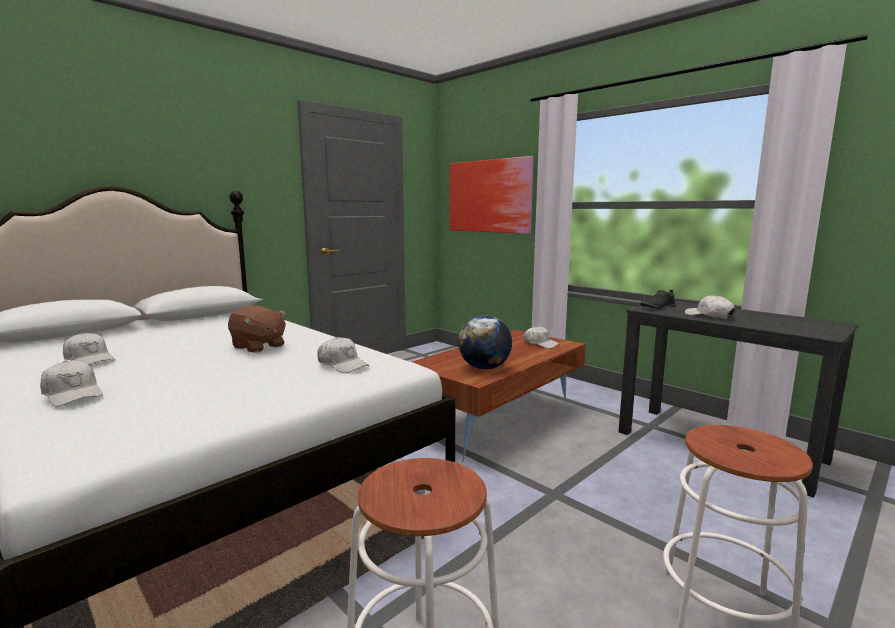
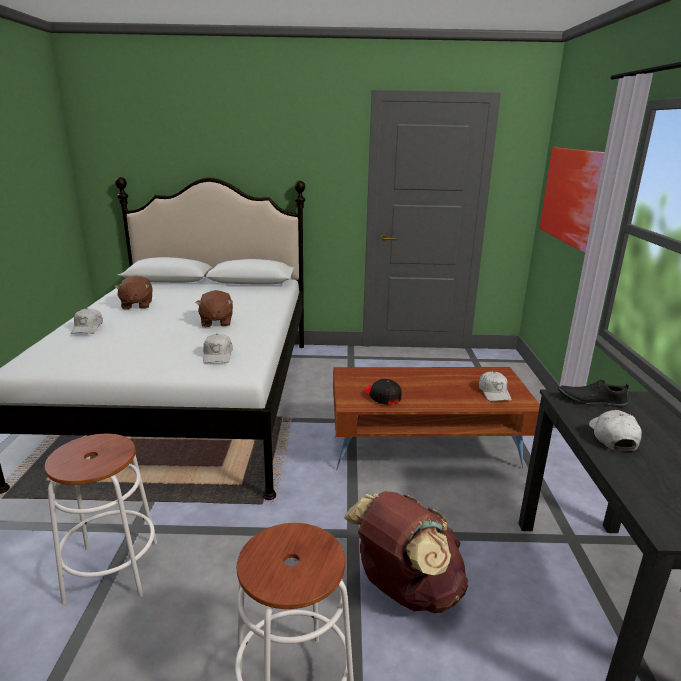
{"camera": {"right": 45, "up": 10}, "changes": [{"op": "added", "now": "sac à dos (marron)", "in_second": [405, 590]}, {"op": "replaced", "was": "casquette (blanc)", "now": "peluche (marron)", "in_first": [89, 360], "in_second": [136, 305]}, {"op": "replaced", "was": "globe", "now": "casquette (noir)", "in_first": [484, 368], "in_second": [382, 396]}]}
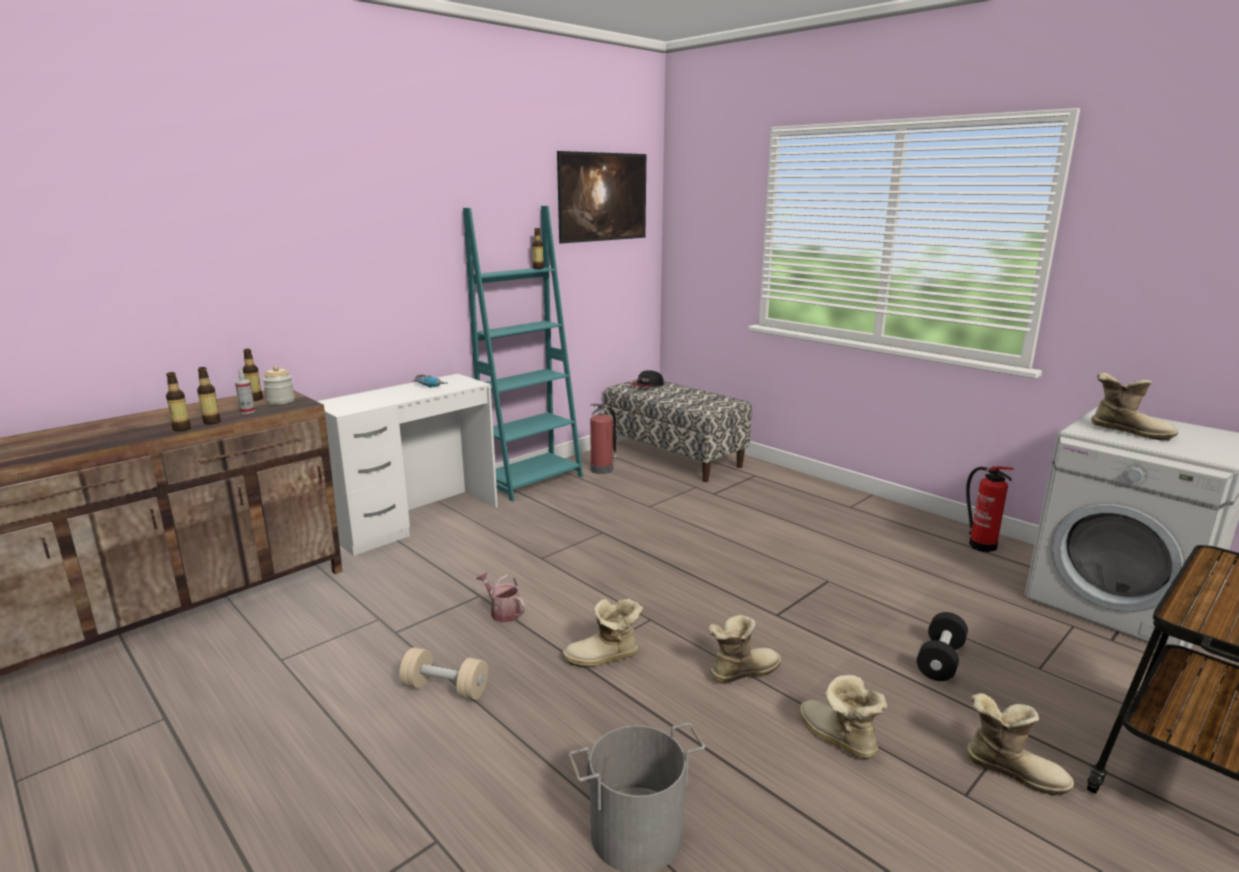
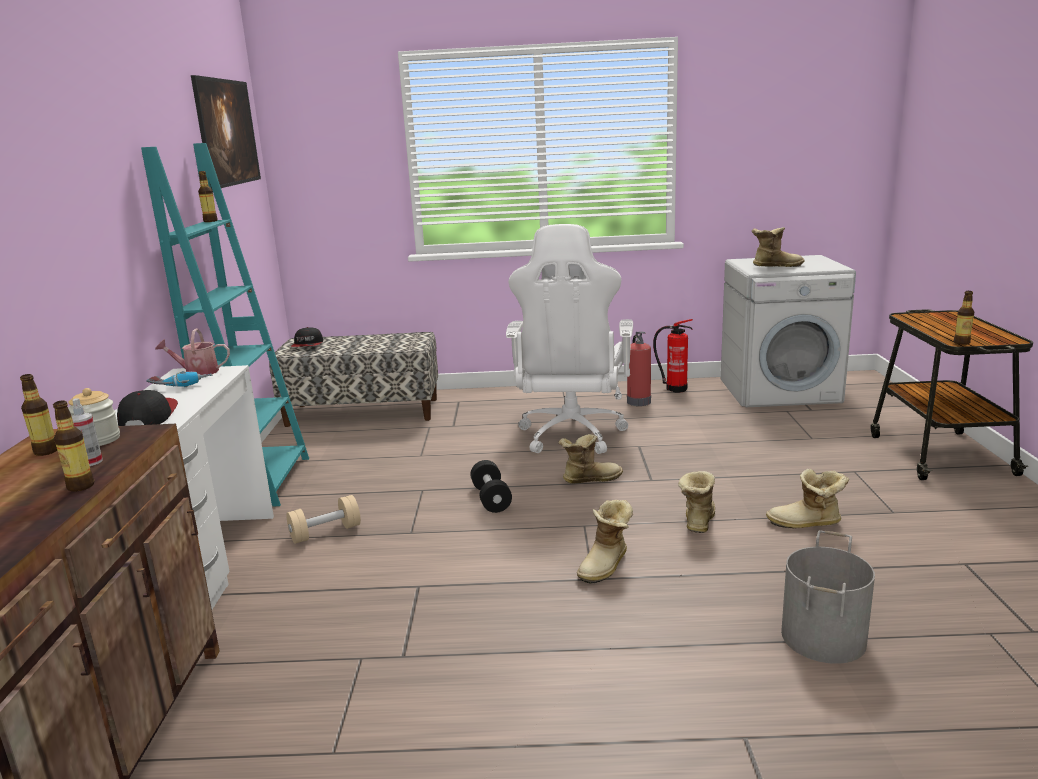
{"camera": {"right": -45, "up": 0}, "changes": [{"op": "added", "now": "casquette", "in_second": [148, 417]}, {"op": "added", "now": "chaise de bureau (blanc)", "in_second": [571, 432]}, {"op": "moved", "was": "bouteille", "in_first": [182, 429], "in_second": [961, 343]}, {"op": "moved", "was": "haltère (beige)", "in_first": [445, 688], "in_second": [325, 532]}, {"op": "moved", "was": "arrosoir", "in_first": [502, 612], "in_second": [197, 372]}, {"op": "moved", "was": "extincteur", "in_first": [602, 469], "in_second": [638, 401]}, {"op": "moved", "was": "haltère (noir)", "in_first": [940, 660], "in_second": [491, 498]}, {"op": "moved", "was": "botte", "in_first": [1012, 770], "in_second": [589, 479]}]}
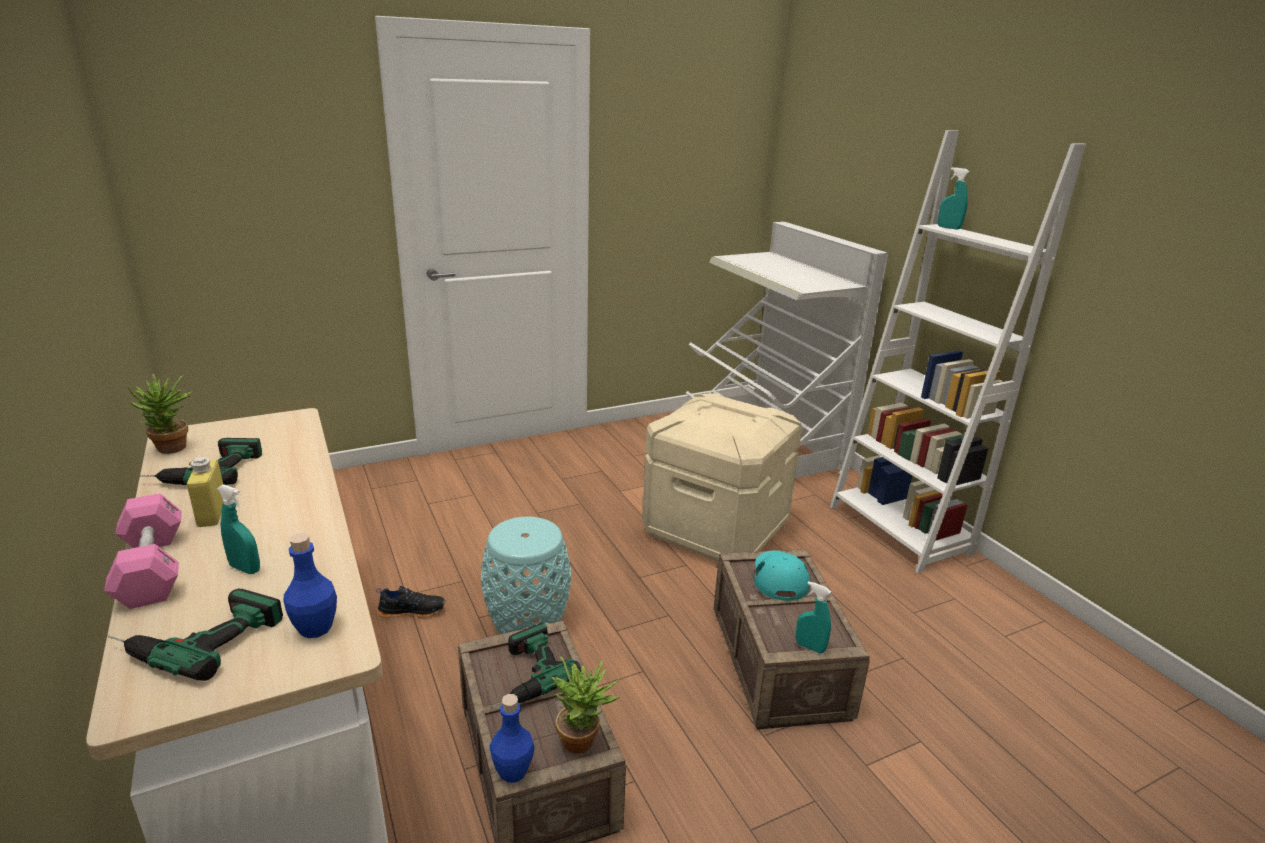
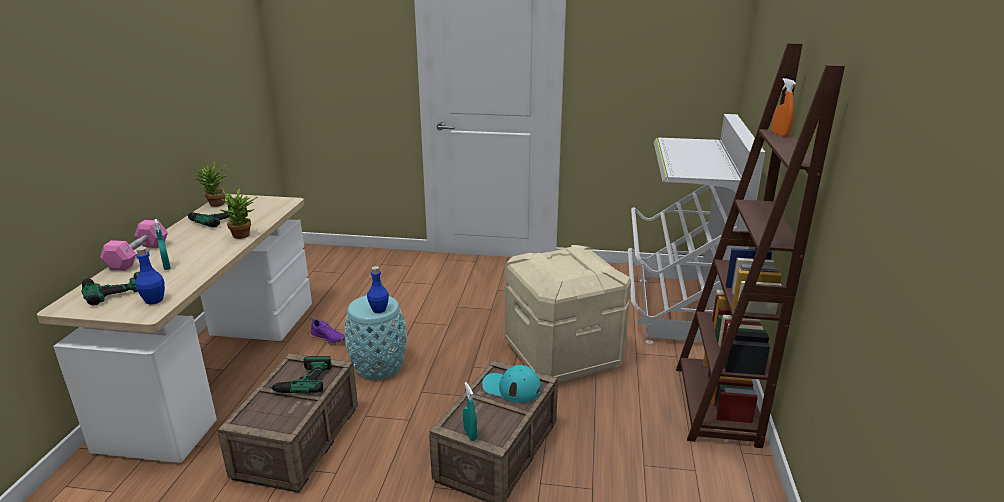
{"camera": {"right": 35, "up": 0}, "changes": [{"op": "removed", "was": "bouteille (jaune)", "in_first": [212, 514]}, {"op": "moved", "was": "bouteille (bleu)", "in_first": [513, 771], "in_second": [379, 310]}, {"op": "moved", "was": "plante en pot", "in_first": [584, 740], "in_second": [244, 236]}, {"op": "recoloured", "was": "chaussure (noir)", "now": "chaussure (violet)", "in_first": [412, 610], "in_second": [328, 338]}, {"op": "recoloured", "was": "bibliothèque (blanc)", "now": "bibliothèque (marron)", "in_first": [899, 529], "in_second": [716, 405]}, {"op": "recoloured", "was": "vaporisateur (turquoise)", "now": "vaporisateur (orange)", "in_first": [949, 228], "in_second": [779, 134]}, {"op": "turned", "was": "casquette (turquoise)", "in_first": [779, 577], "in_second": [511, 387], "clockwise": -105}]}
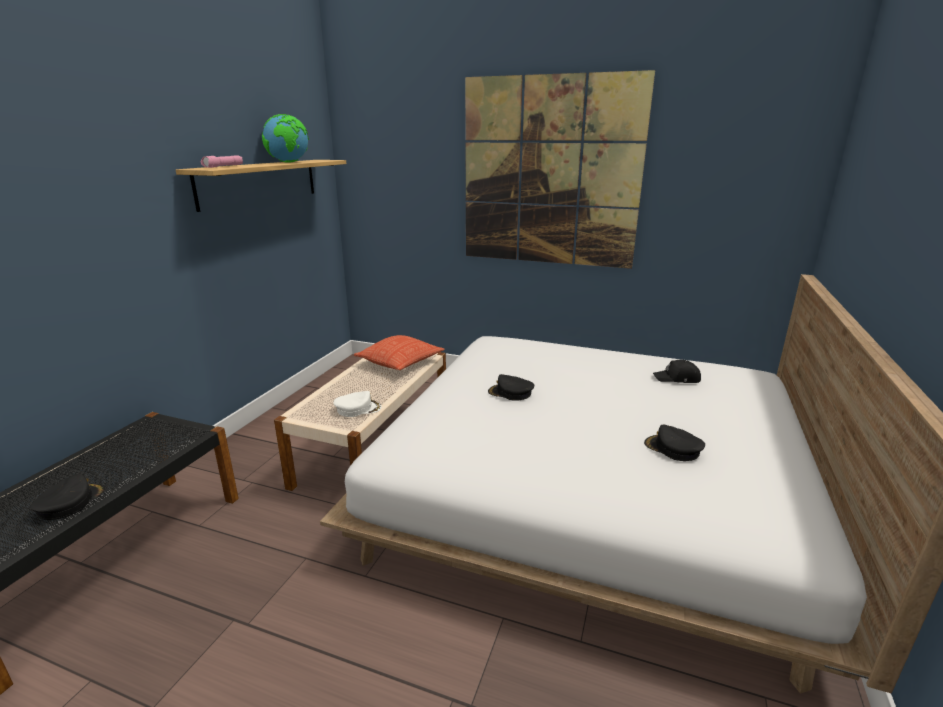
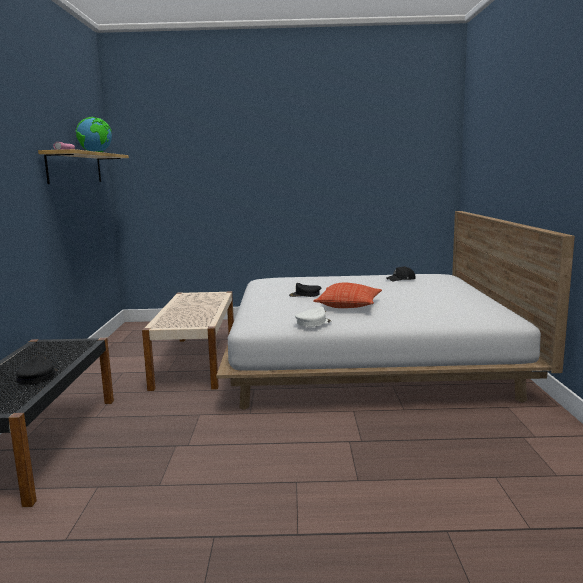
{"camera": {"right": -20, "up": -10}, "changes": [{"op": "removed", "was": "tableau", "in_first": [549, 173]}, {"op": "removed", "was": "casquette (noir)", "in_first": [672, 449]}, {"op": "moved", "was": "casquette (blanc)", "in_first": [358, 408], "in_second": [313, 322]}, {"op": "moved", "was": "coussin (orange)", "in_first": [400, 363], "in_second": [348, 306]}]}
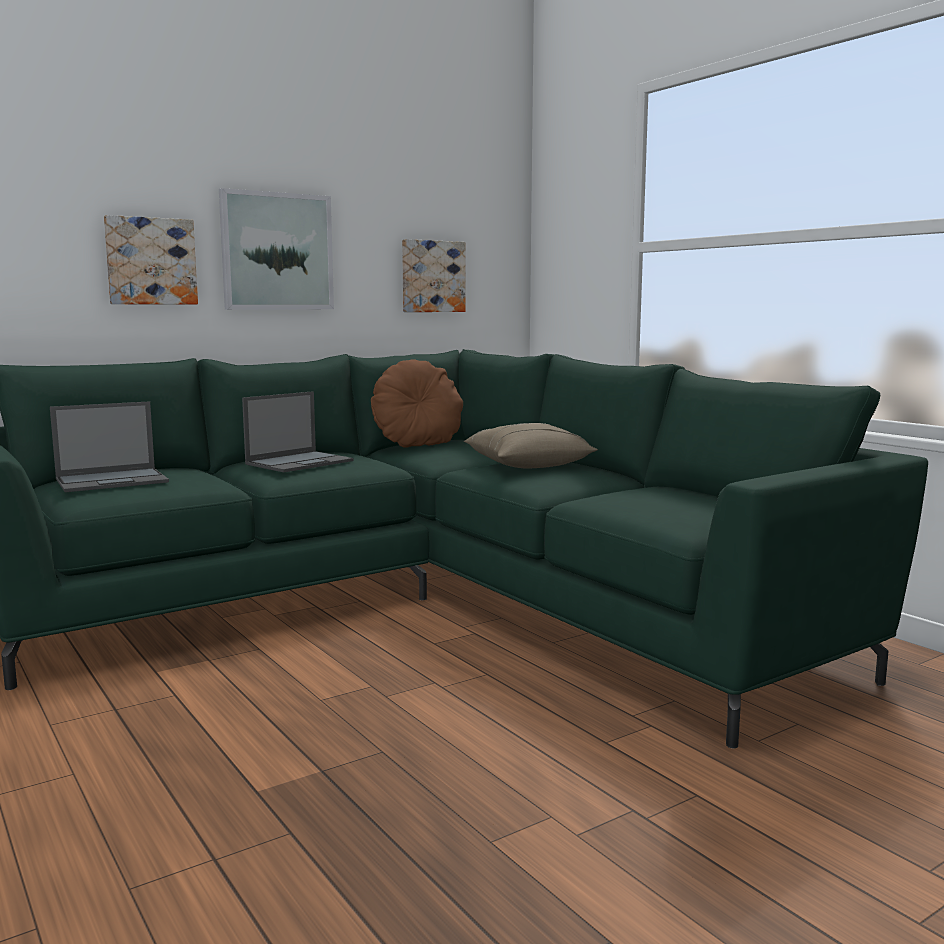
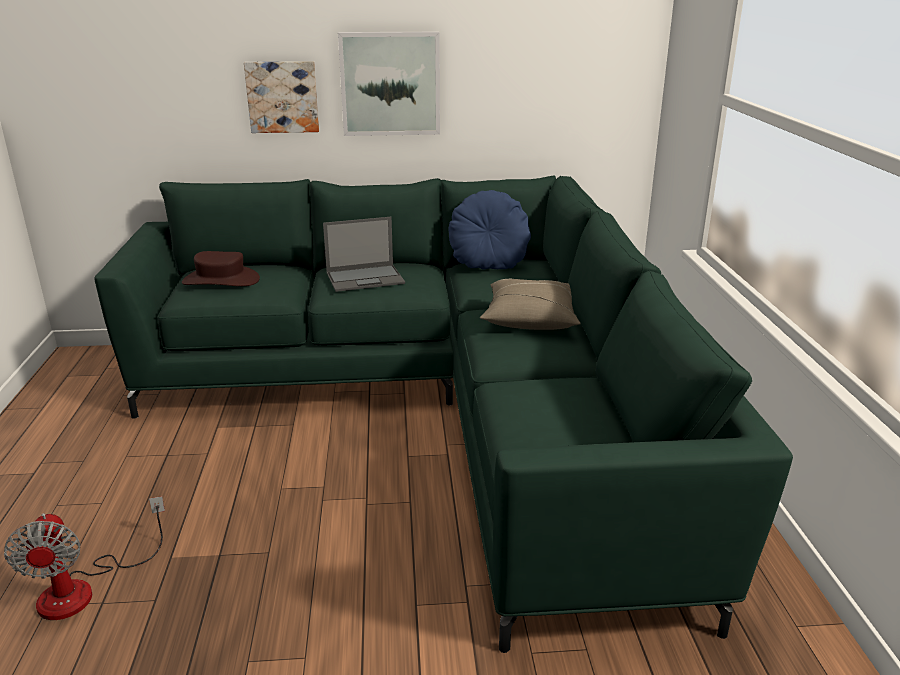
{"camera": {"right": 30, "up": 15}, "changes": [{"op": "removed", "was": "tableau", "in_first": [432, 276]}, {"op": "added", "now": "ventilateur", "in_second": [83, 589]}, {"op": "replaced", "was": "ordinateur portable", "now": "chapeau (marron)", "in_first": [113, 481], "in_second": [221, 280]}, {"op": "recoloured", "was": "coussin (marron)", "now": "coussin (bleu)", "in_first": [417, 445], "in_second": [488, 266]}]}
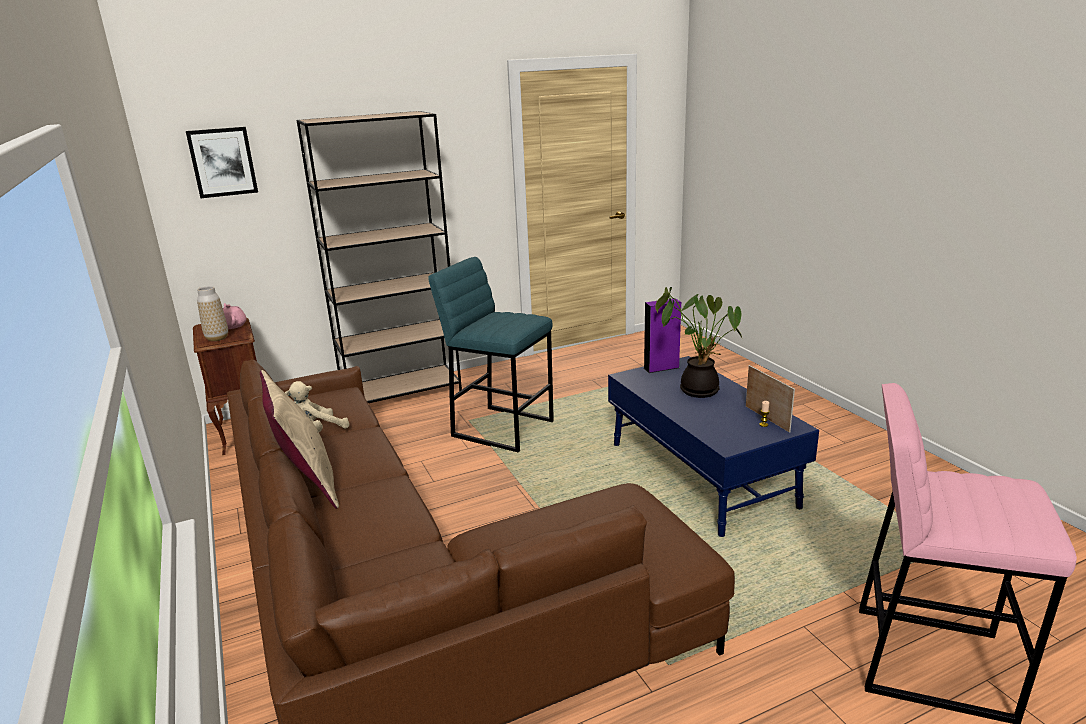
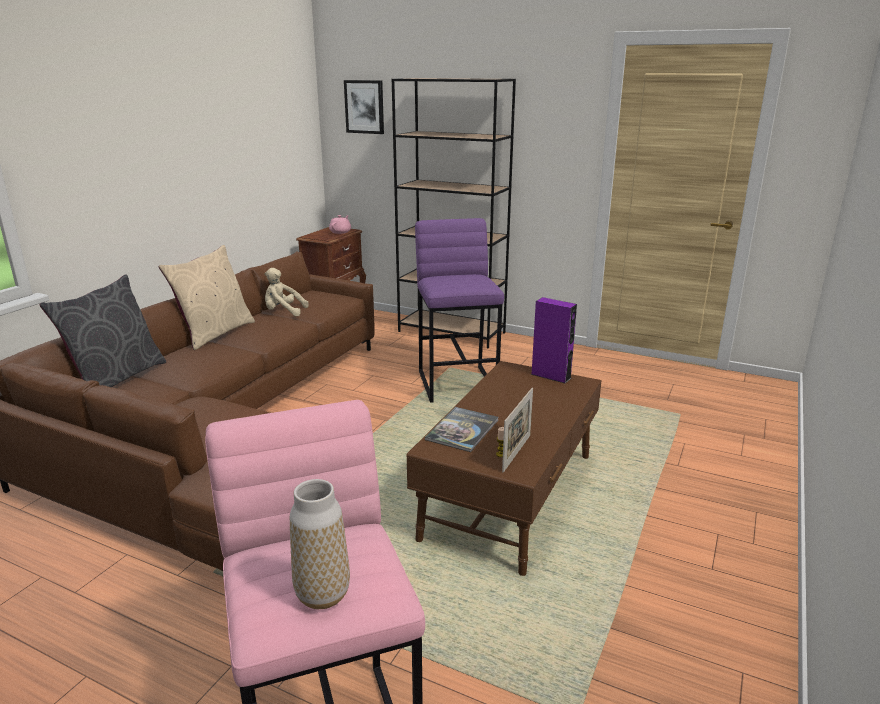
{"camera": {"right": 50, "up": 0}, "changes": [{"op": "removed", "was": "plante en pot", "in_first": [699, 389]}, {"op": "added", "now": "coussin (gris)", "in_second": [116, 378]}, {"op": "added", "now": "livre", "in_second": [462, 430]}, {"op": "moved", "was": "vase", "in_first": [217, 338], "in_second": [322, 595]}, {"op": "recoloured", "was": "tabouret (turquoise)", "now": "tabouret (violet)", "in_first": [500, 428], "in_second": [456, 383]}, {"op": "recoloured", "was": "table basse (bleu)", "now": "table basse (marron)", "in_first": [699, 474], "in_second": [510, 494]}]}
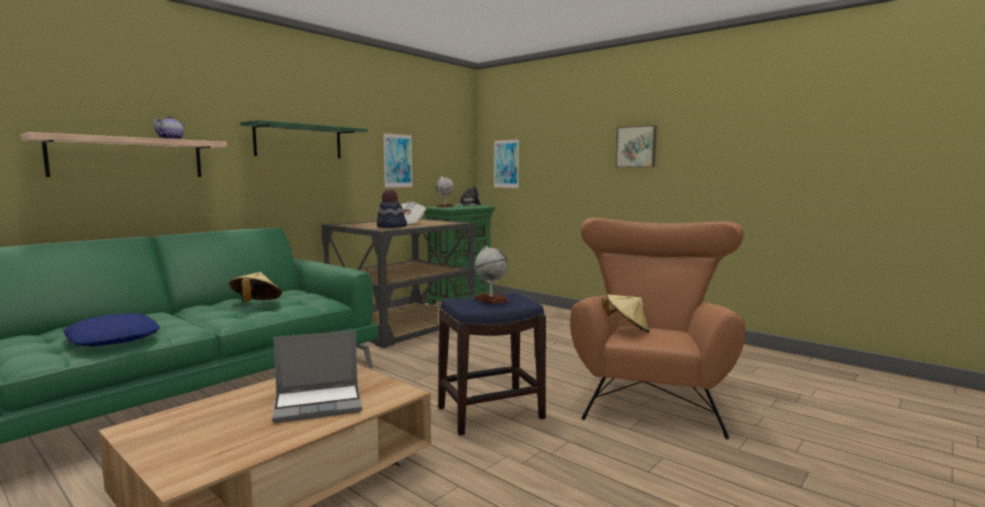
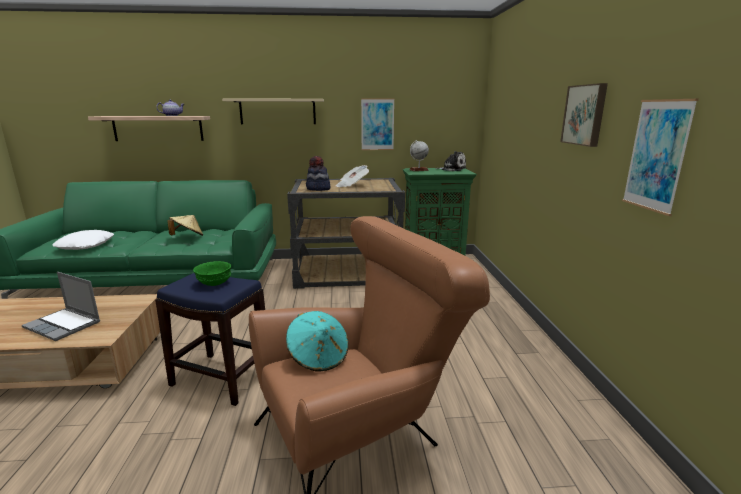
{"camera": {"right": 45, "up": 10}, "changes": [{"op": "moved", "was": "tableau", "in_first": [506, 164], "in_second": [657, 155]}, {"op": "replaced", "was": "globe", "now": "bol (vert)", "in_first": [490, 300], "in_second": [215, 282]}, {"op": "recoloured", "was": "coussin (bleu)", "now": "coussin (blanc)", "in_first": [114, 339], "in_second": [86, 245]}, {"op": "recoloured", "was": "étagère (vert)", "now": "étagère (beige)", "in_first": [299, 142], "in_second": [277, 111]}, {"op": "recoloured", "was": "chapeau (beige)", "now": "chapeau (turquoise)", "in_first": [626, 330], "in_second": [318, 357]}]}
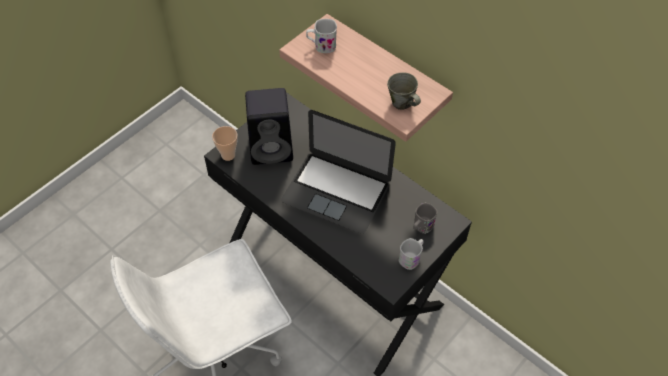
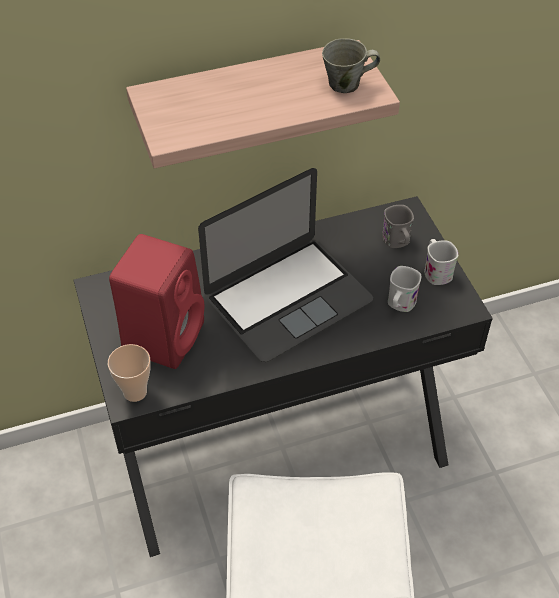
{"camera": {"right": -60, "up": -5}, "changes": [{"op": "moved", "was": "mug (blanc)", "in_first": [321, 46], "in_second": [399, 305]}, {"op": "recoloured", "was": "enceinte (noir)", "now": "enceinte (rouge)", "in_first": [273, 148], "in_second": [164, 335]}]}
